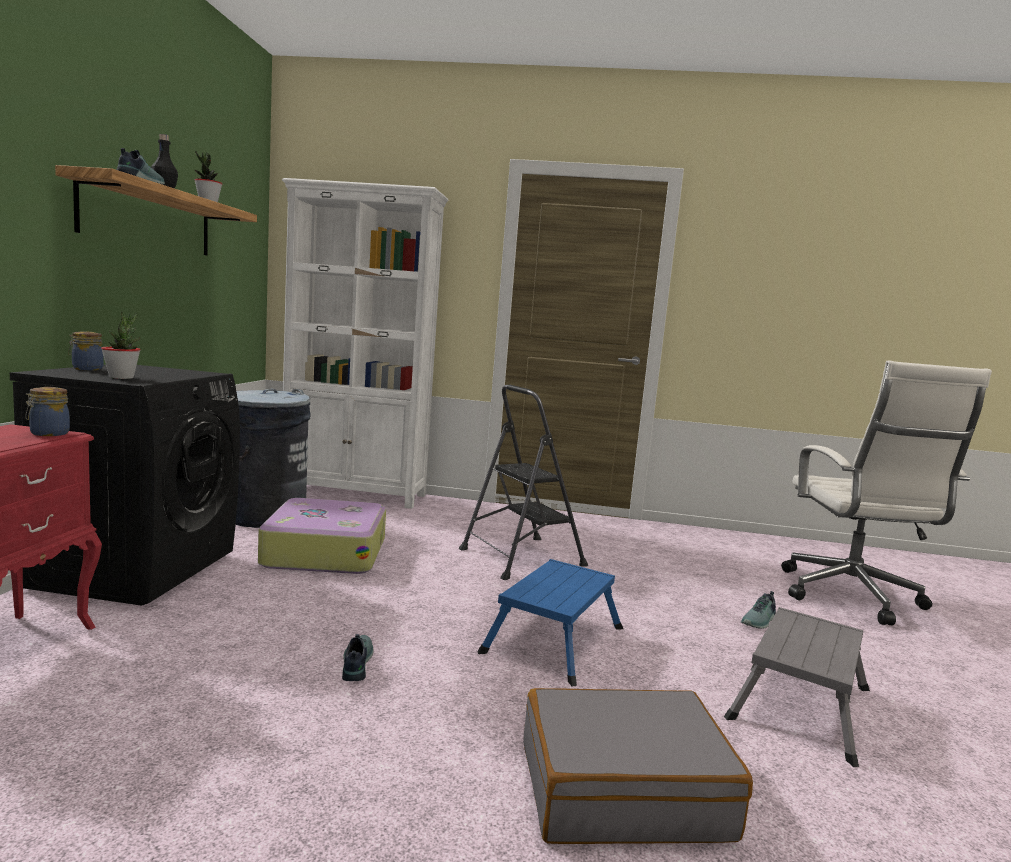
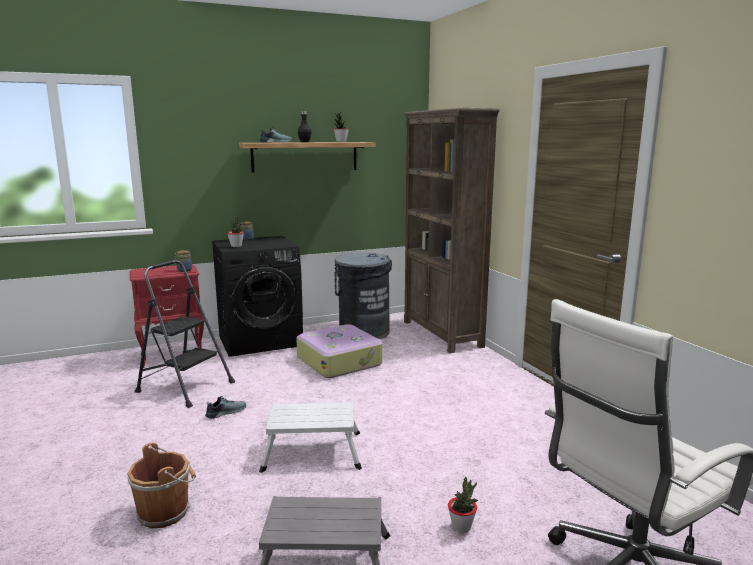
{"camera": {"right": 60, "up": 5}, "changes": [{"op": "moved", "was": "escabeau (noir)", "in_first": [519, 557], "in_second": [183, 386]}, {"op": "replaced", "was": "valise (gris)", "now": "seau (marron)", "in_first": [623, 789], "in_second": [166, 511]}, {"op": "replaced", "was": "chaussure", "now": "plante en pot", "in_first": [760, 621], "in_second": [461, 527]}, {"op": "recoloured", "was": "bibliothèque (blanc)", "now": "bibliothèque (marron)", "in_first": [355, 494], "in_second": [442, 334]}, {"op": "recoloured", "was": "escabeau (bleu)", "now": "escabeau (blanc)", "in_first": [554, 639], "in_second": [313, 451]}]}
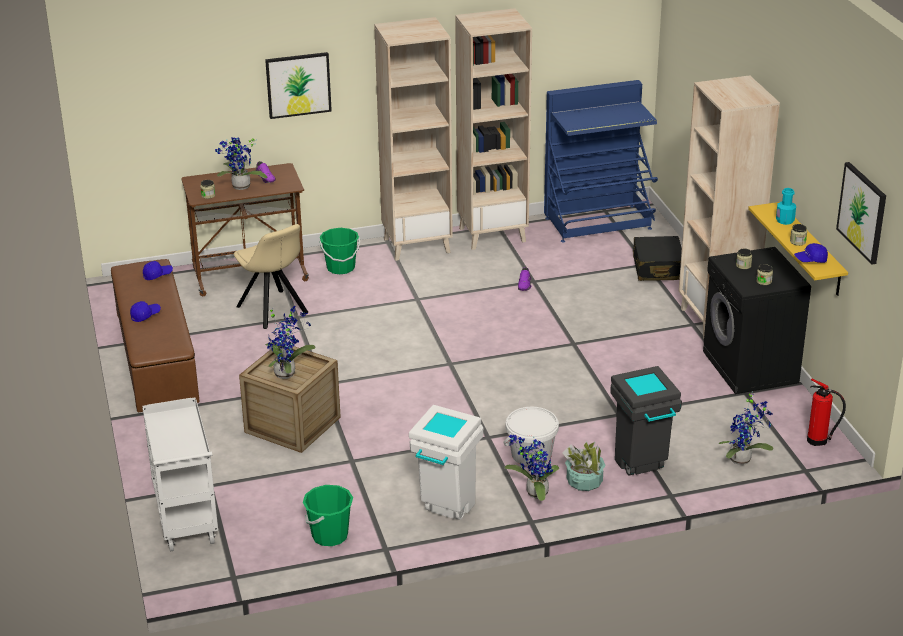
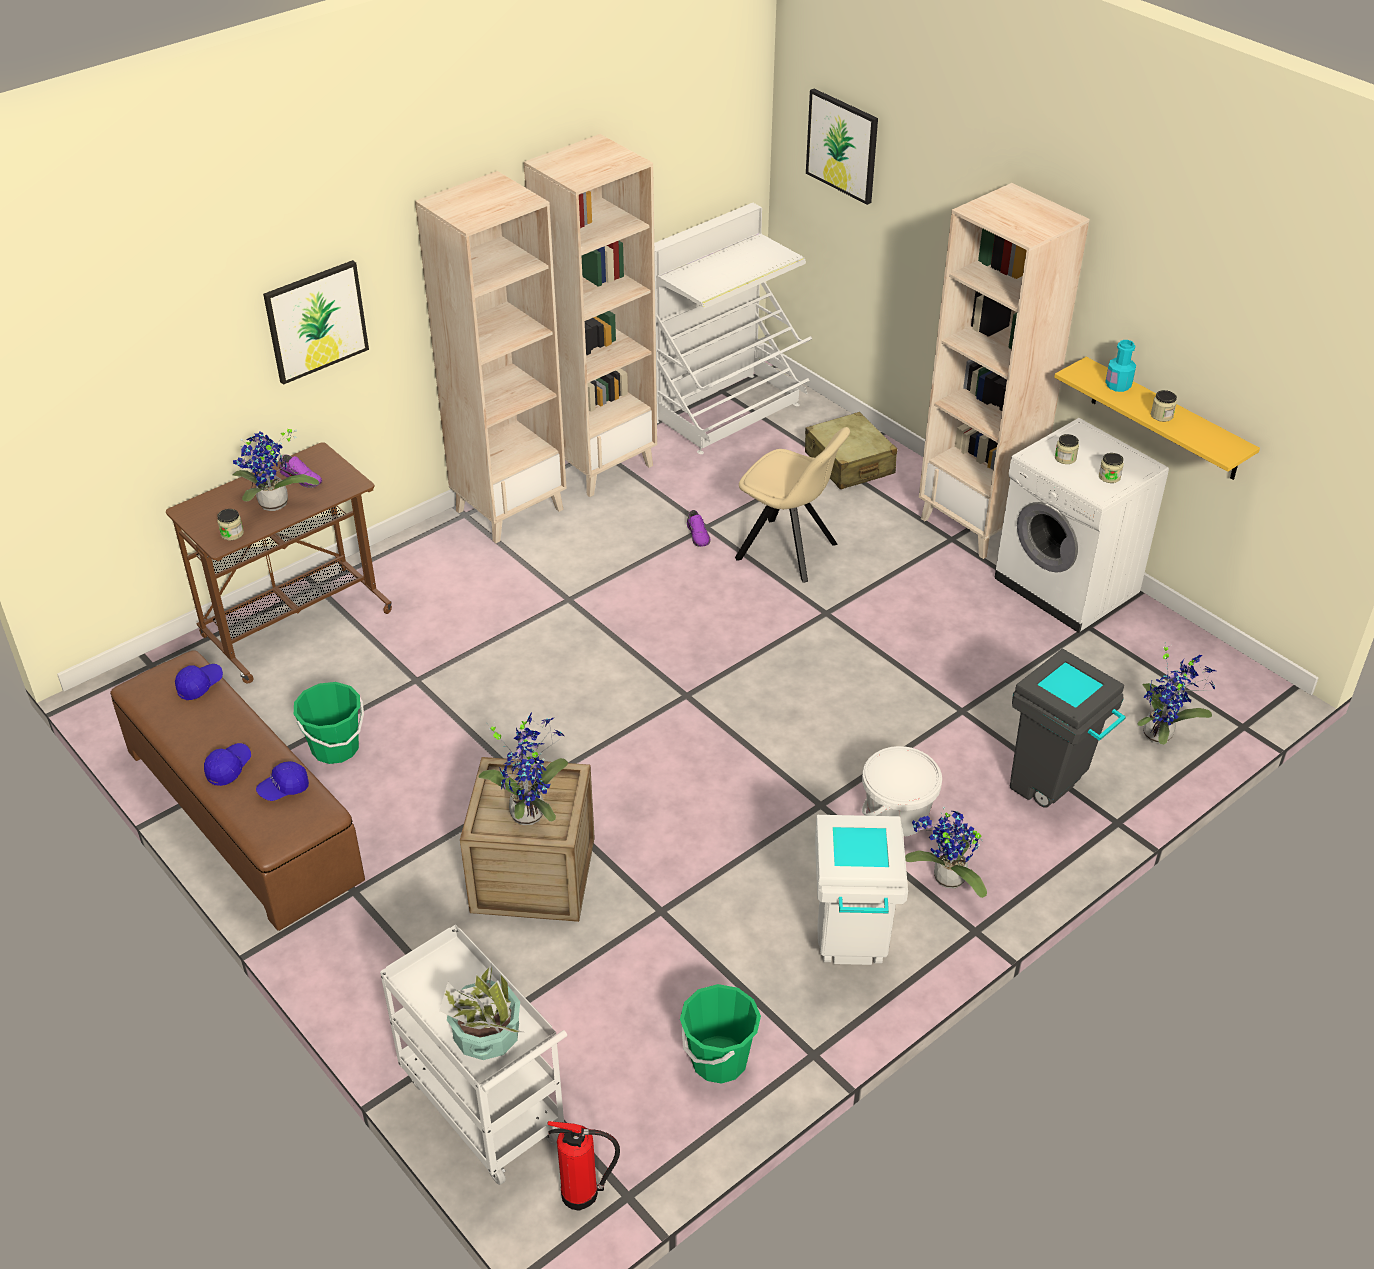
{"camera": {"right": -25, "up": 10}, "changes": [{"op": "moved", "was": "chaise (beige)", "in_first": [273, 310], "in_second": [787, 551]}, {"op": "moved", "was": "seau (vert)", "in_first": [340, 268], "in_second": [335, 748]}, {"op": "moved", "was": "plante en pot", "in_first": [584, 481], "in_second": [486, 1035]}, {"op": "moved", "was": "casquette (bleu)", "in_first": [810, 260], "in_second": [284, 789]}, {"op": "moved", "was": "extincteur", "in_first": [819, 441], "in_second": [583, 1194]}, {"op": "moved", "was": "tableau", "in_first": [862, 212], "in_second": [842, 145]}, {"op": "recoloured", "was": "étagère à chaussures (bleu)", "now": "étagère à chaussures (blanc)", "in_first": [599, 225], "in_second": [730, 415]}, {"op": "recoloured", "was": "valise (noir)", "now": "valise (beige)", "in_first": [657, 268], "in_second": [849, 464]}, {"op": "recoloured", "was": "lave-linge (noir)", "now": "lave-linge (blanc)", "in_first": [748, 368], "in_second": [1064, 587]}]}
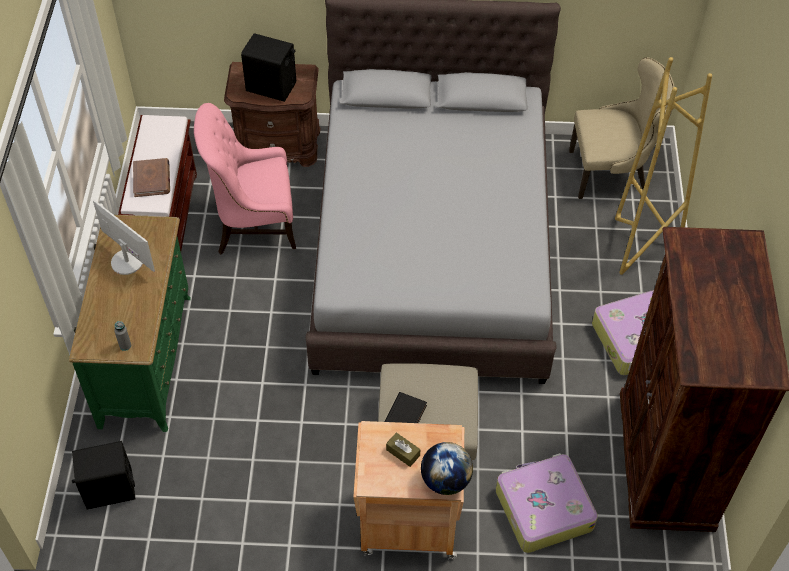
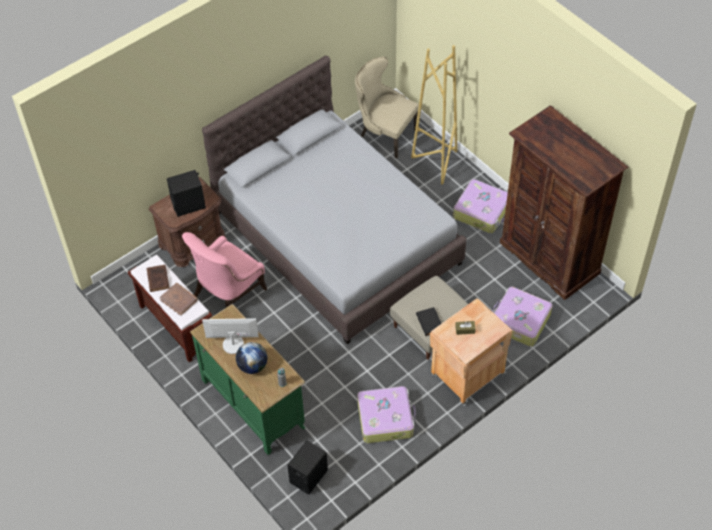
{"camera": {"right": -40, "up": 0}, "changes": [{"op": "added", "now": "livre (marron)", "in_second": [158, 278]}, {"op": "added", "now": "valise", "in_second": [386, 418]}, {"op": "moved", "was": "globe", "in_first": [445, 480], "in_second": [252, 366]}, {"op": "turned", "was": "chaise (beige)", "in_first": [611, 172], "in_second": [385, 135], "clockwise": -105}]}
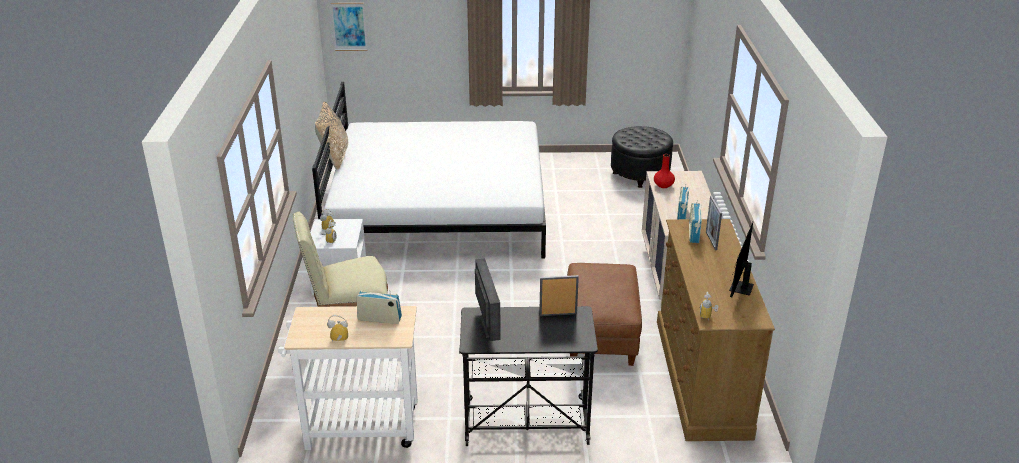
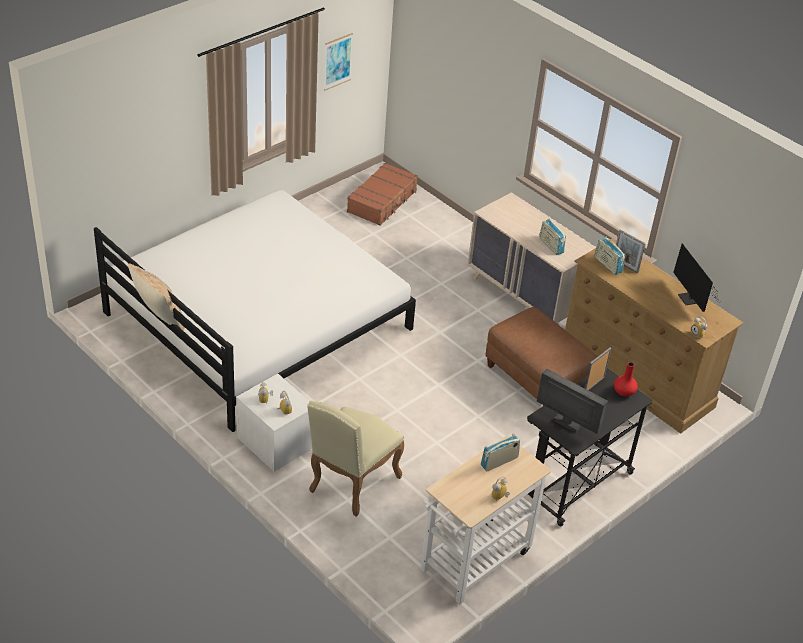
{"camera": {"right": -45, "up": 10}, "changes": [{"op": "moved", "was": "tableau", "in_first": [349, 26], "in_second": [337, 61]}, {"op": "moved", "was": "vase (rouge)", "in_first": [663, 185], "in_second": [624, 391]}, {"op": "replaced", "was": "pouf (noir)", "now": "valise (marron)", "in_first": [640, 174], "in_second": [382, 201]}]}
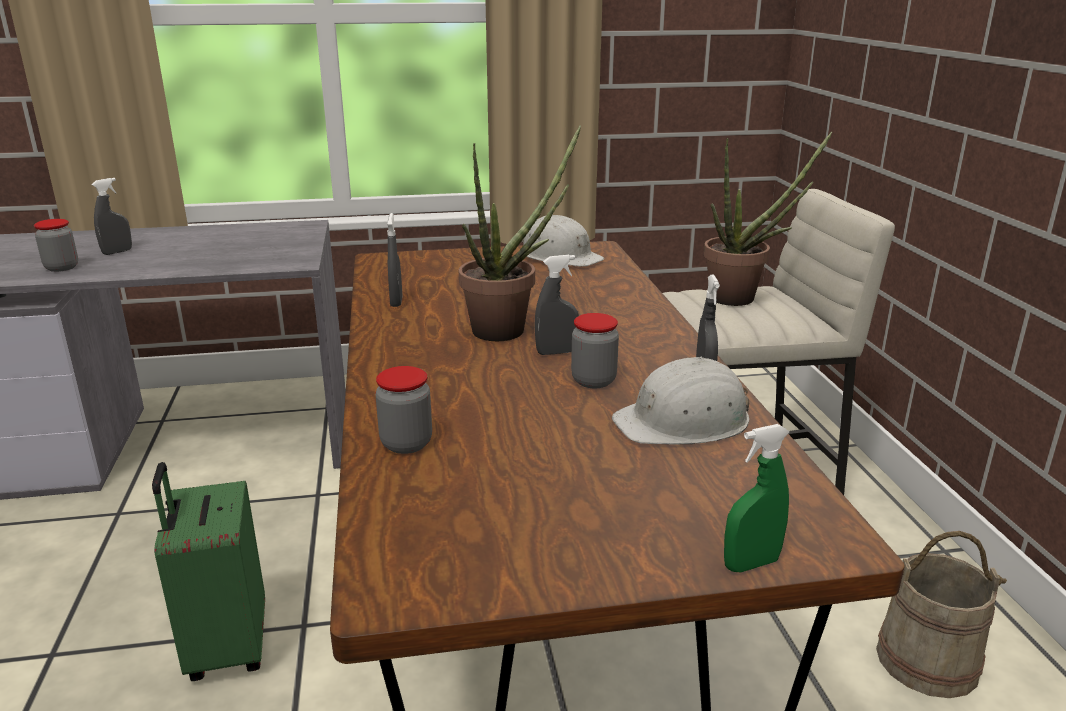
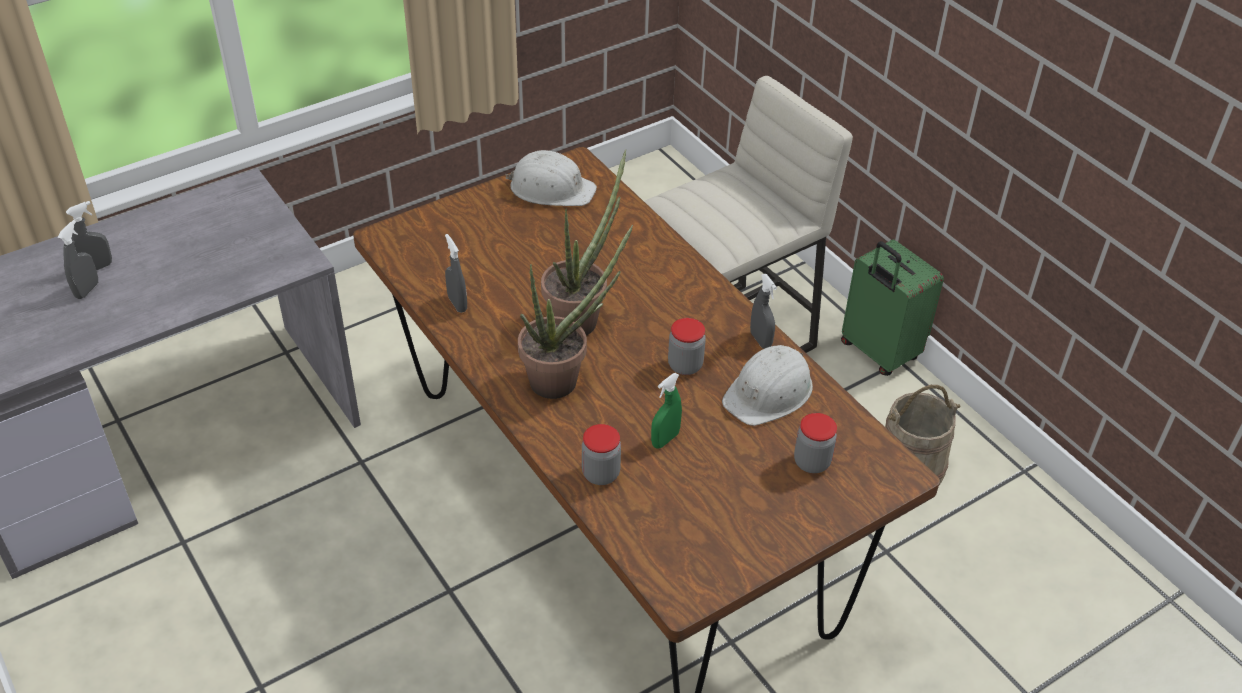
{"camera": {"right": -25, "up": 20}, "changes": [{"op": "moved", "was": "bocal", "in_first": [62, 267], "in_second": [812, 462]}, {"op": "moved", "was": "valise (vert)", "in_first": [225, 647], "in_second": [878, 352]}, {"op": "moved", "was": "vaporisateur (gris)", "in_first": [556, 352], "in_second": [97, 268]}, {"op": "moved", "was": "plante en pot", "in_first": [742, 298], "in_second": [563, 379]}, {"op": "moved", "was": "vaporisateur (vert)", "in_first": [751, 564], "in_second": [665, 439]}]}
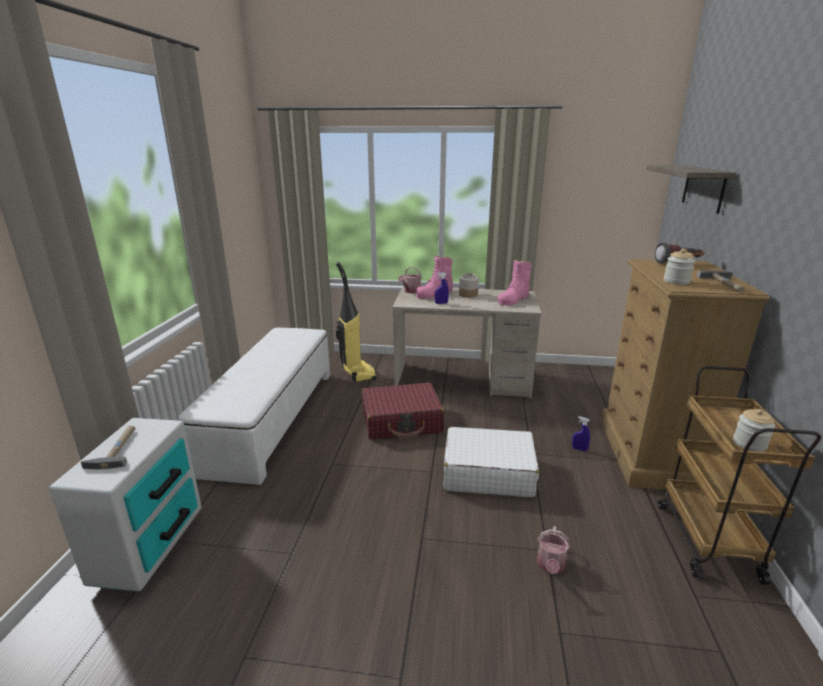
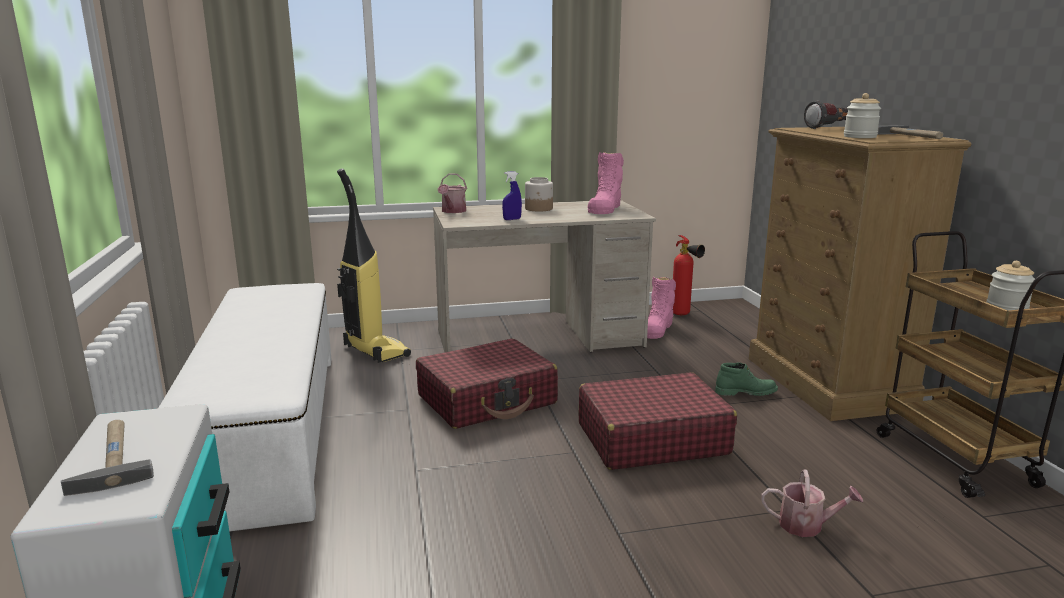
{"camera": {"right": -20, "up": -5}, "changes": [{"op": "removed", "was": "étagère", "in_first": [703, 188]}, {"op": "added", "now": "extincteur", "in_second": [683, 315]}, {"op": "moved", "was": "botte (rose)", "in_first": [434, 293], "in_second": [657, 329]}, {"op": "replaced", "was": "vaporisateur (bleu)", "now": "botte (vert)", "in_first": [579, 449], "in_second": [745, 392]}, {"op": "recoloured", "was": "valise (blanc)", "now": "valise (rouge)", "in_first": [487, 473], "in_second": [651, 439]}, {"op": "turned", "was": "arrosoir", "in_first": [550, 566], "in_second": [807, 525], "clockwise": -75}]}
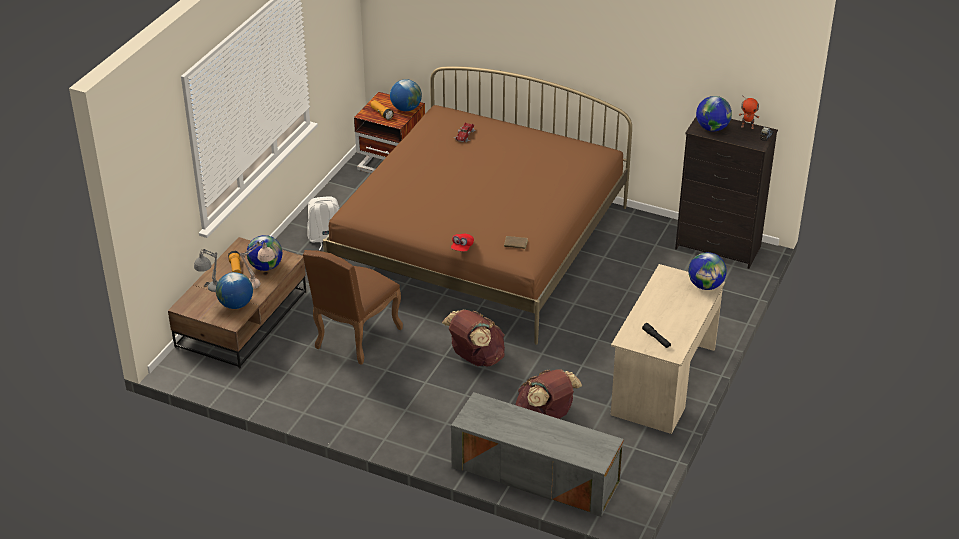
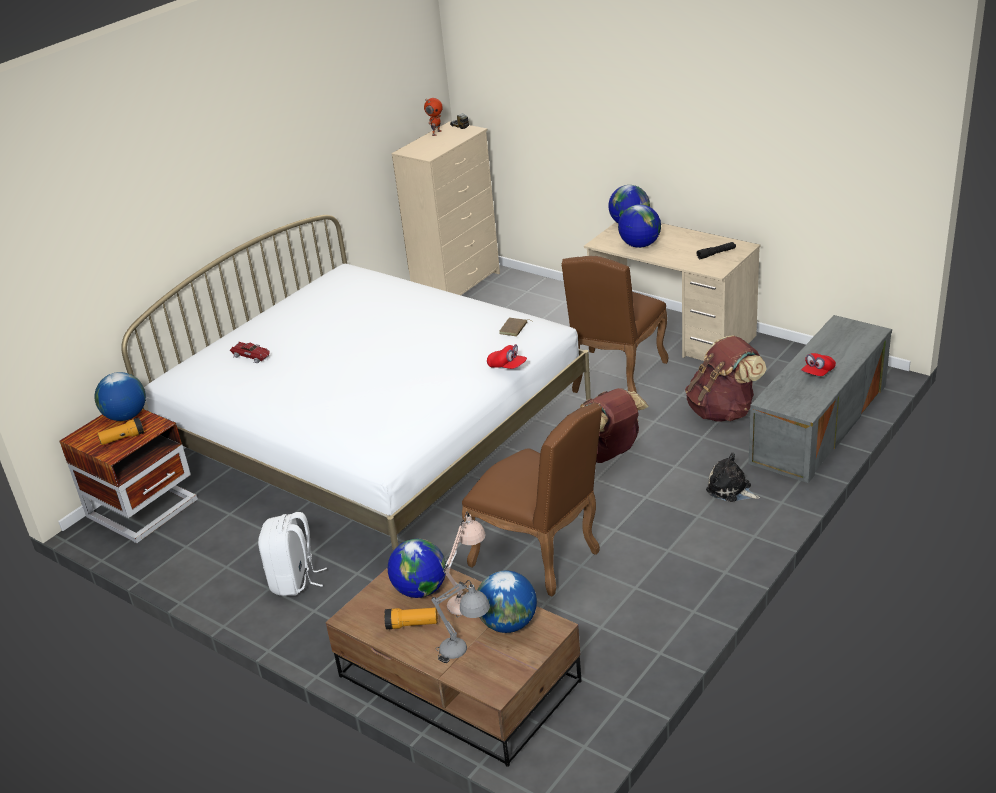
{"camera": {"right": -75, "up": -5}, "changes": [{"op": "added", "now": "chaise (marron)", "in_second": [615, 377]}, {"op": "added", "now": "peluche", "in_second": [730, 490]}, {"op": "added", "now": "casquette (rouge)", "in_second": [818, 373]}, {"op": "moved", "was": "globe", "in_first": [712, 128], "in_second": [639, 245]}, {"op": "recoloured", "was": "lit (marron)", "now": "lit (blanc)", "in_first": [481, 243], "in_second": [375, 439]}, {"op": "recoloured", "was": "commode (noir)", "now": "commode (beige)", "in_first": [718, 248], "in_second": [458, 286]}]}
